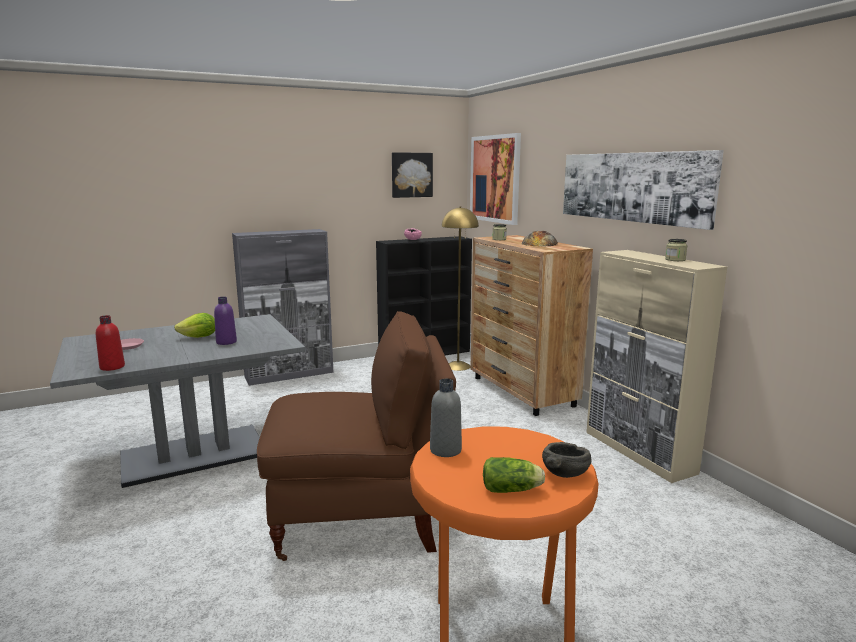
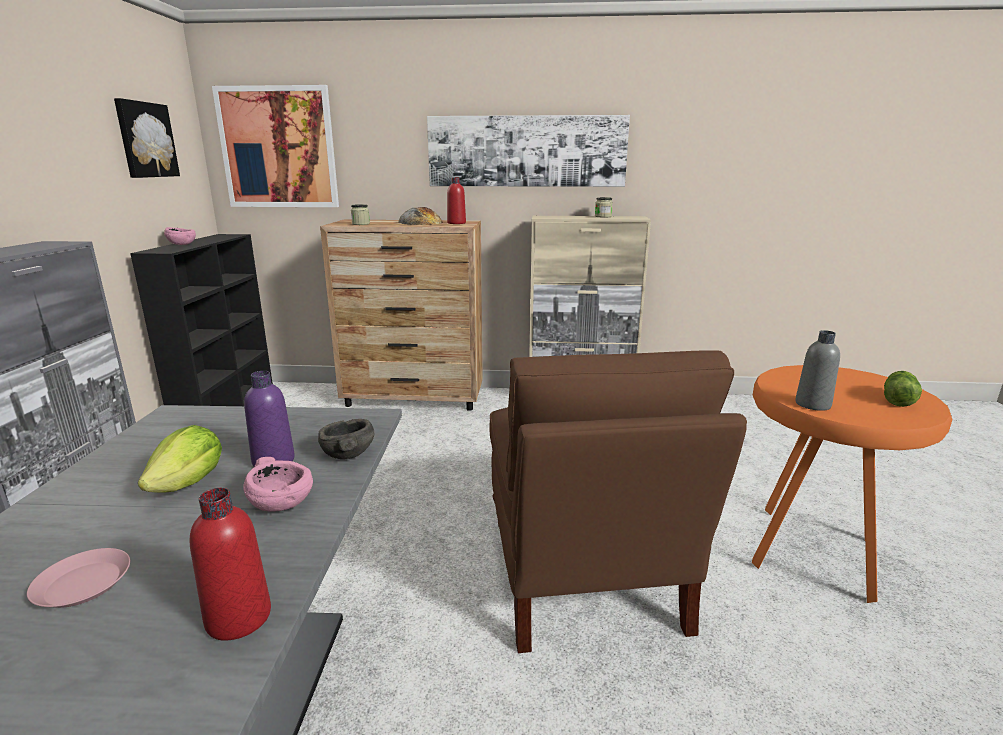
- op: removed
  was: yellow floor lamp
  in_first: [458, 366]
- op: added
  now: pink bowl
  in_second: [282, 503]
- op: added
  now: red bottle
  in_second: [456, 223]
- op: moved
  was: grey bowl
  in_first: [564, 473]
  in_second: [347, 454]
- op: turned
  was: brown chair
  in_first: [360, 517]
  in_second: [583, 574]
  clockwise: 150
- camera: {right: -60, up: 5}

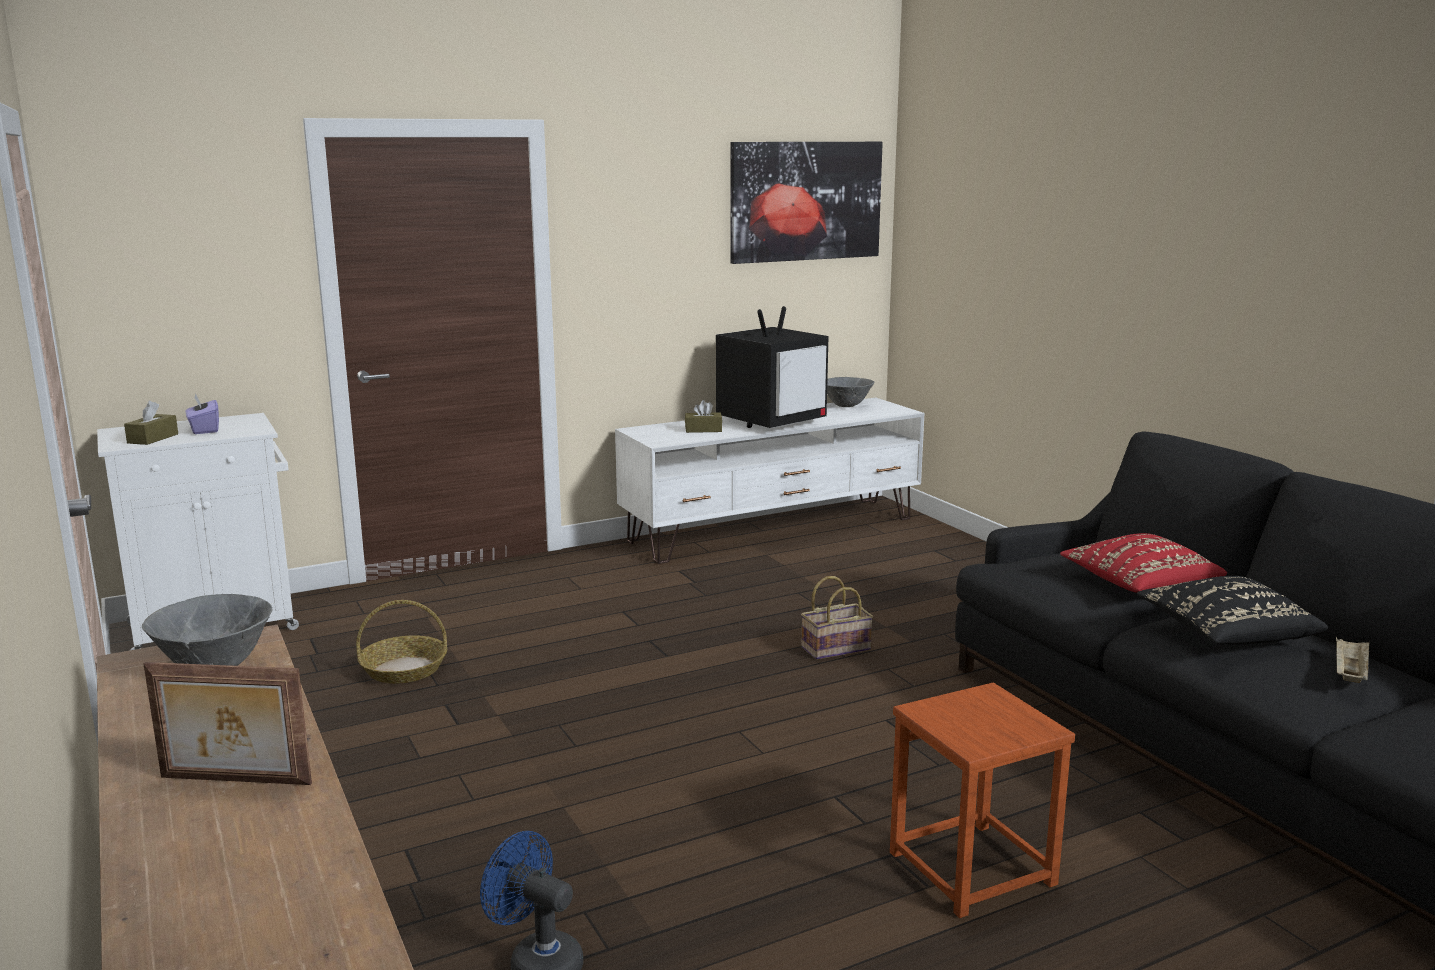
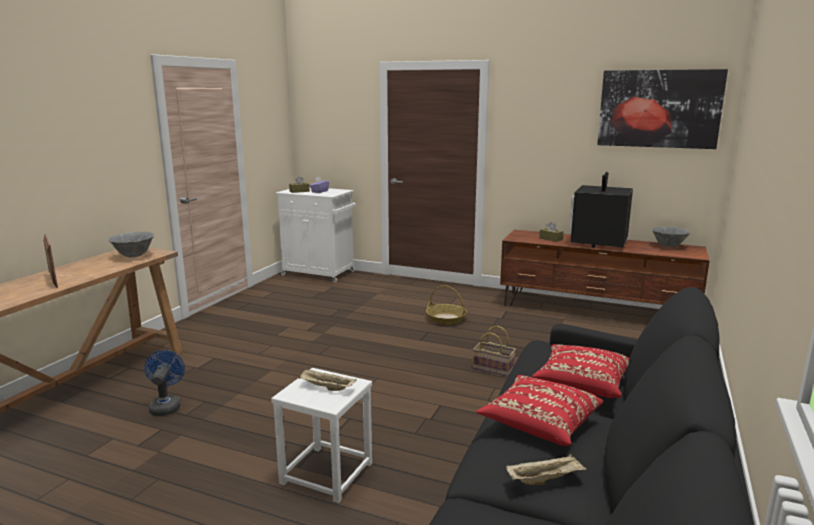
- op: added
  now: beige tray
  in_second: [326, 388]
- op: moved
  was: basket
  in_first: [404, 669]
  in_second: [446, 319]
- op: recoloured
  was: white tv stand
  now: brown tv stand
  in_first: [773, 529]
  in_second: [596, 310]
- op: recoloured
  was: brown stool
  now: white stool
  in_first: [972, 869]
  in_second: [326, 473]
- op: recoloured
  was: black pillow
  now: red pillow
  in_first: [1225, 635]
  in_second: [539, 424]
- op: turned
  was: television
  in_first: [772, 421]
  in_second: [599, 243]
  clockwise: 105
- camera: {right: 50, up: 0}

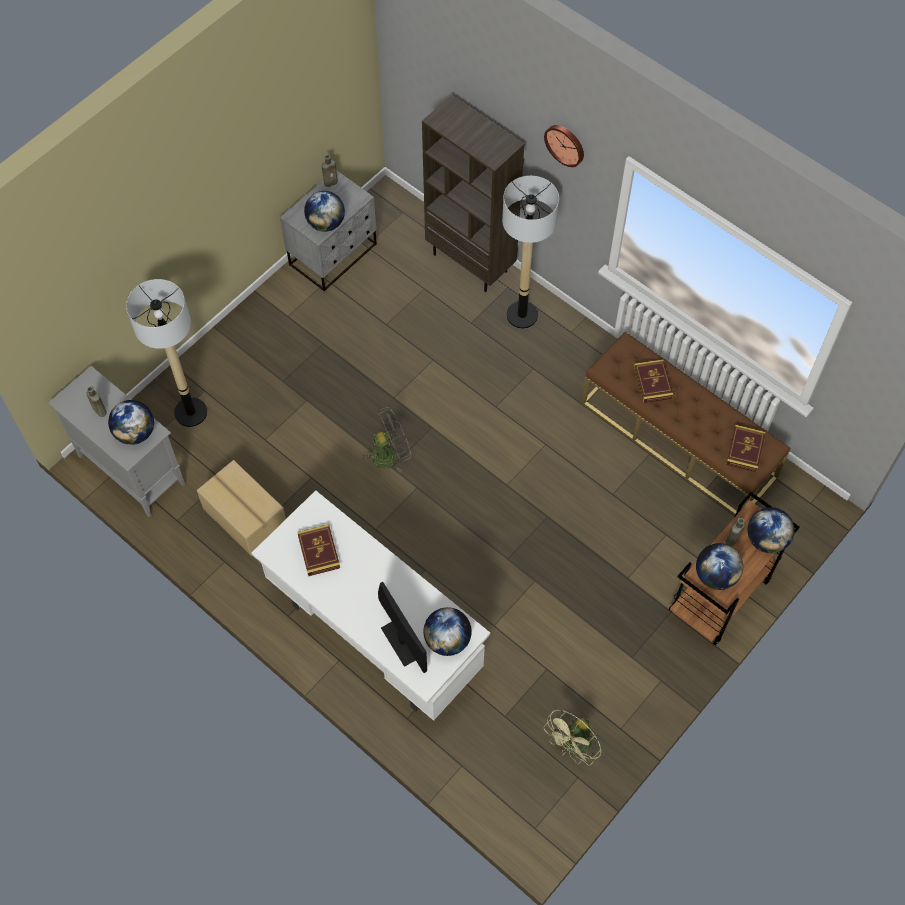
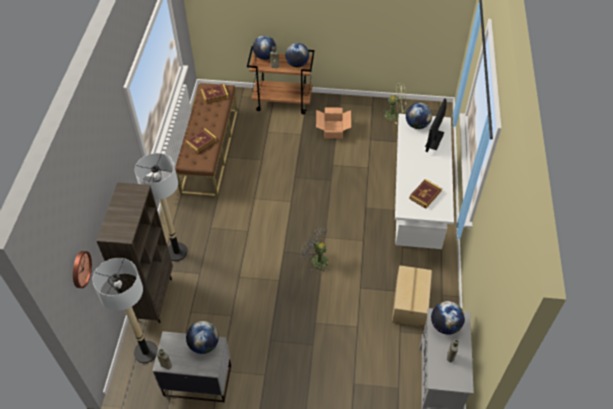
- op: added
  now: cardboard box
  in_second: [333, 129]
- op: moved
  was: floor lamp
  in_first: [191, 412]
  in_second: [145, 352]
- op: moved
  was: wall clock
  in_first: [565, 144]
  in_second: [80, 269]
- camera: {right: -125, up: -10}

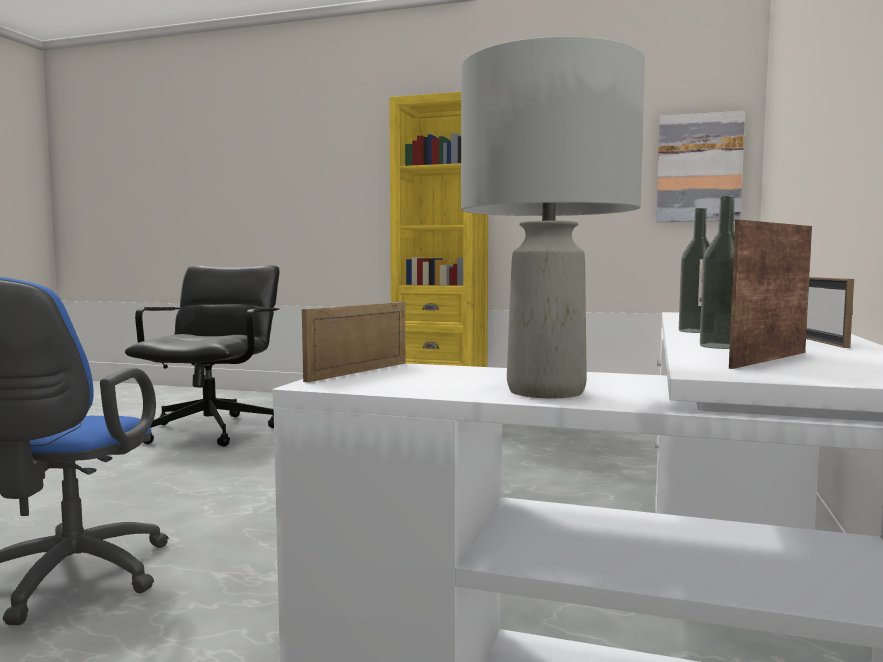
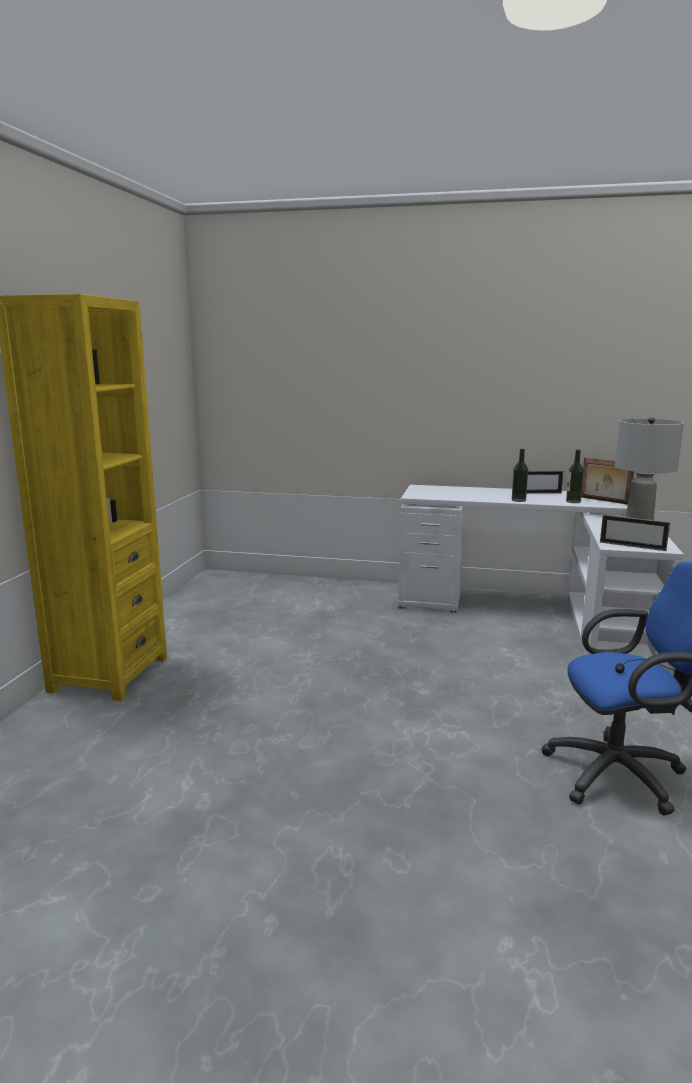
- op: removed
  was: black office chair
  in_first: [212, 431]
- op: removed
  was: picture
  in_first: [699, 168]
- camera: {right: -95, up: 10}

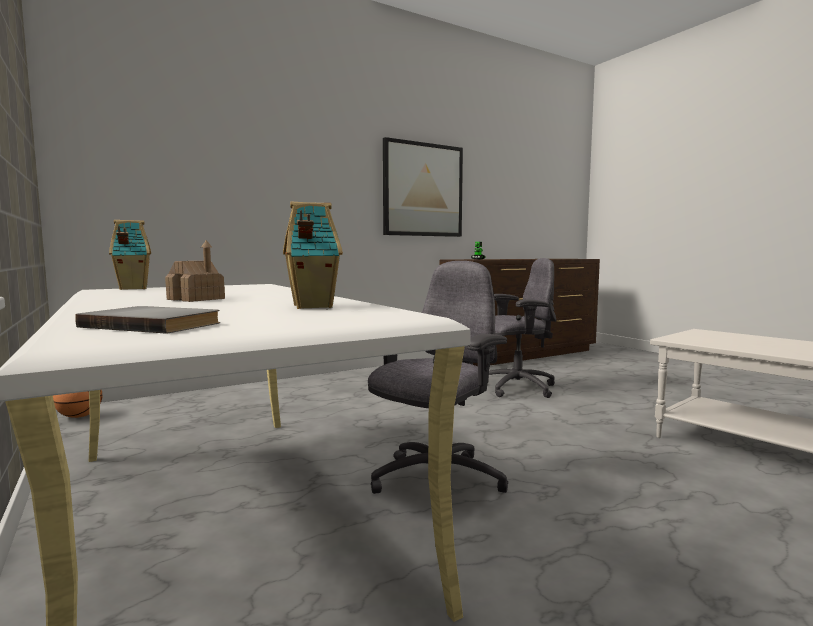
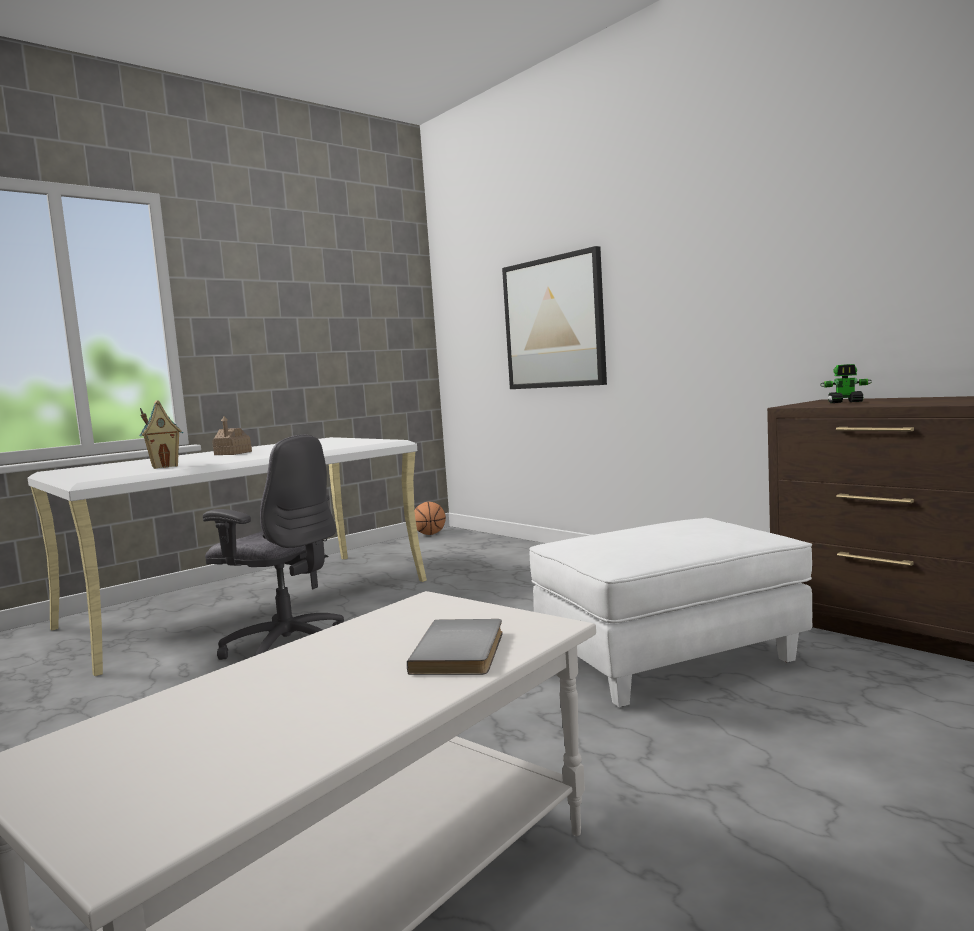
- op: removed
  was: toy house
  in_first: [132, 288]
- op: moved
  was: grey book
  in_first: [155, 324]
  in_second: [463, 651]
- op: moved
  was: picture
  in_first: [423, 190]
  in_second: [554, 323]
- op: replaced
  was: grey office chair
  now: white ottoman
  in_first: [516, 388]
  in_second: [669, 661]
- camera: {right: 80, up: 0}

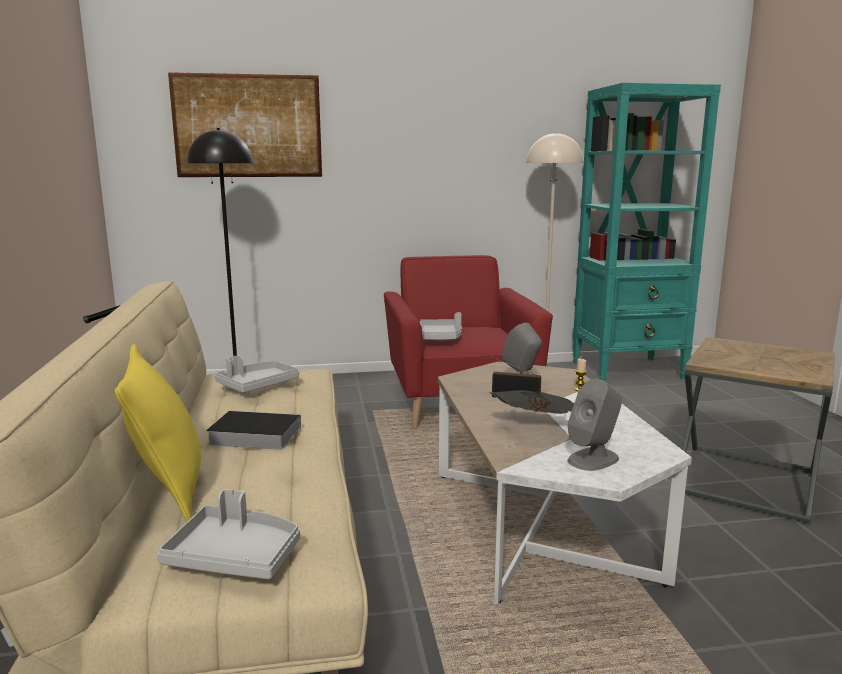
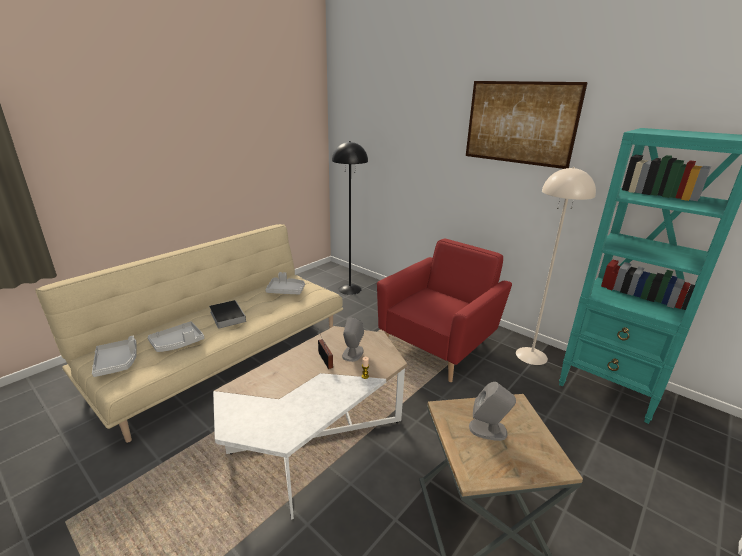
- op: removed
  was: yellow pillow
  in_first: [169, 489]
- op: removed
  was: newspaper
  in_first: [537, 427]
- op: moved
  was: picture
  in_first: [248, 126]
  in_second: [519, 123]
- op: moved
  was: grey tray
  in_first: [441, 337]
  in_second: [178, 343]
- op: moved
  was: grey speaker
  in_first: [593, 459]
  in_second: [488, 429]
- camera: {right: 50, up: 10}

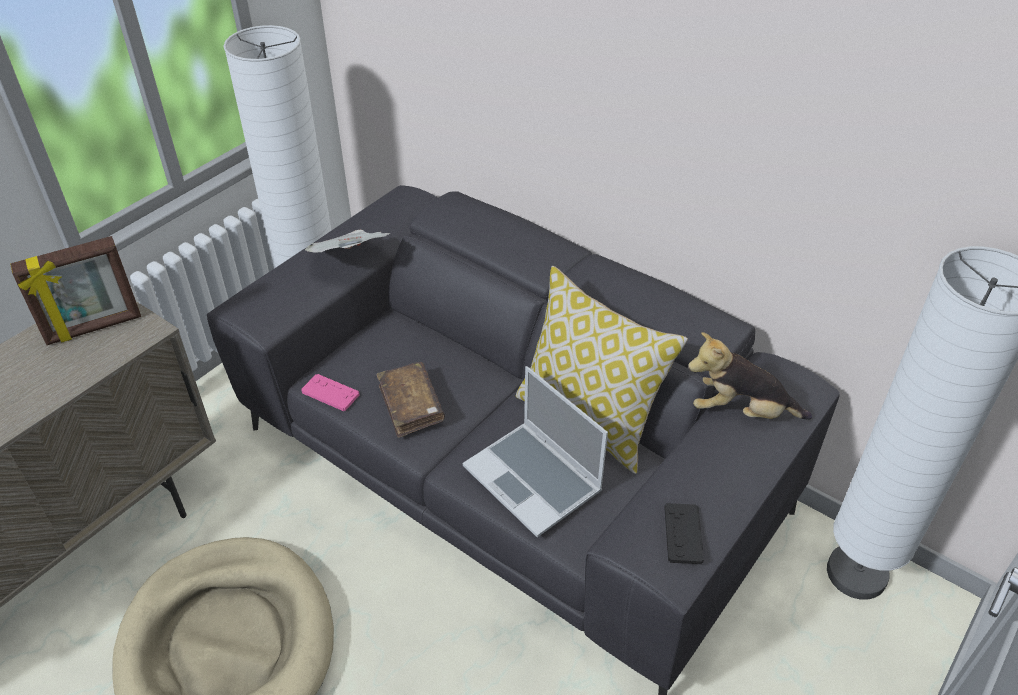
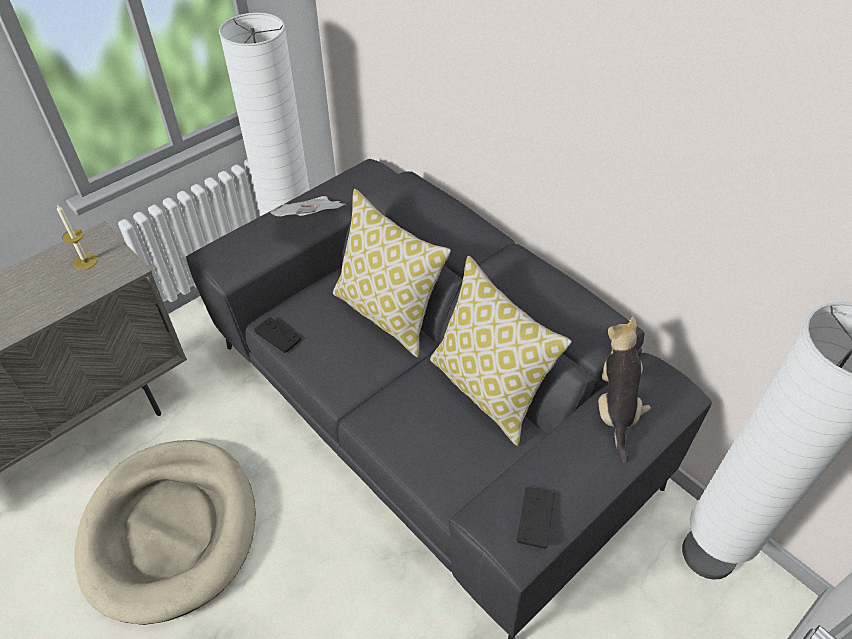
- op: removed
  was: brown book
  in_first: [411, 405]
- op: removed
  was: laptop
  in_first: [534, 480]
- op: added
  now: pillow
  in_second: [388, 313]
- op: replaced
  was: picture frame
  now: candle
  in_first: [94, 328]
  in_second: [85, 262]
- op: recoloured
  was: pink game controller
  now: black game controller
  in_first: [330, 393]
  in_second: [277, 335]
- op: turned
  was: plush toy
  in_first: [740, 411]
  in_second: [615, 408]
  clockwise: 75
- camera: {right: 10, up: 5}

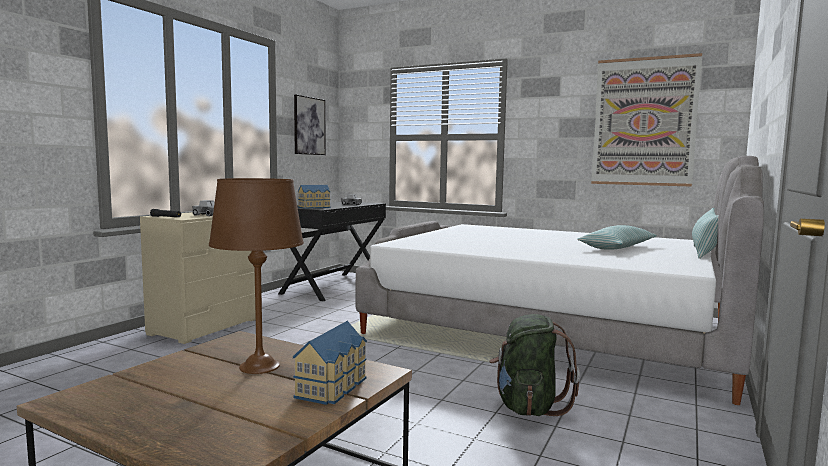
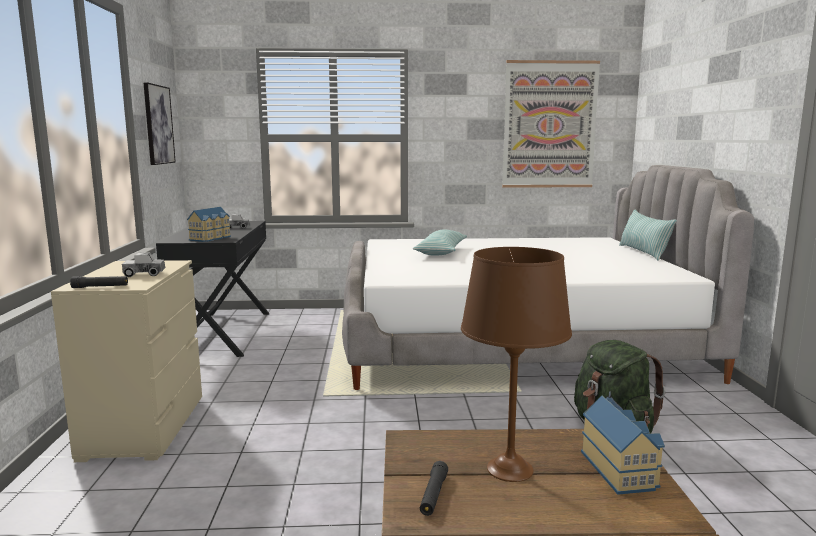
- op: added
  now: black flashlight
  in_second: [433, 495]
- op: moved
  was: pillow
  in_first: [617, 248]
  in_second: [441, 252]
- camera: {right: -30, up: 5}

